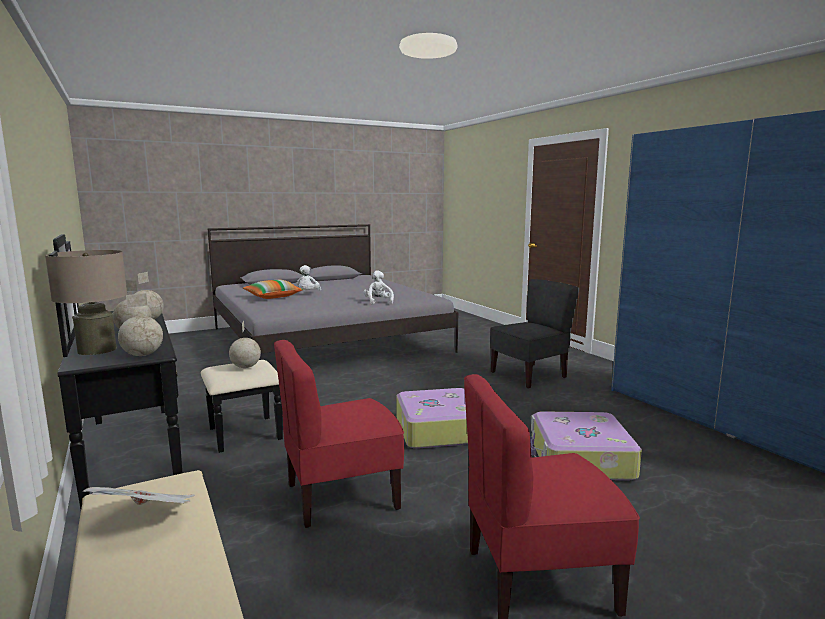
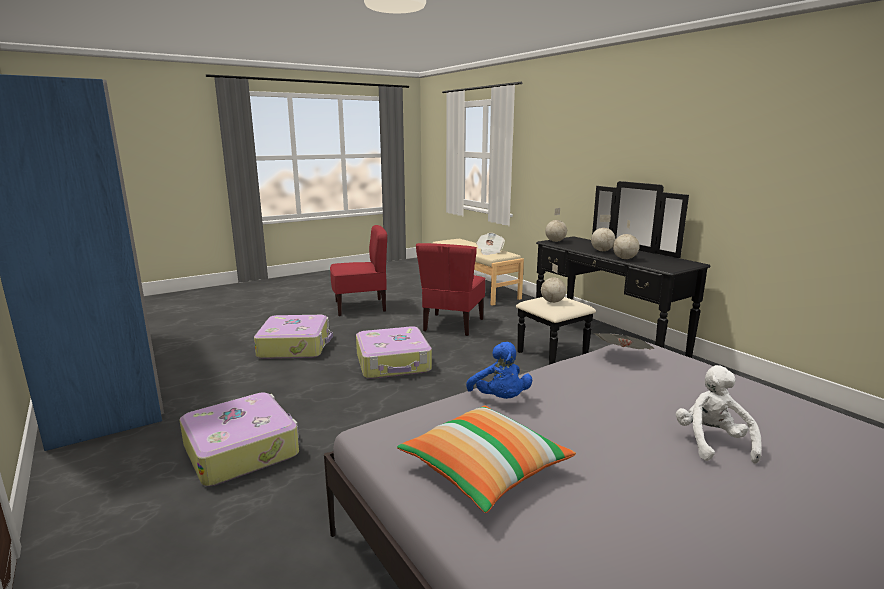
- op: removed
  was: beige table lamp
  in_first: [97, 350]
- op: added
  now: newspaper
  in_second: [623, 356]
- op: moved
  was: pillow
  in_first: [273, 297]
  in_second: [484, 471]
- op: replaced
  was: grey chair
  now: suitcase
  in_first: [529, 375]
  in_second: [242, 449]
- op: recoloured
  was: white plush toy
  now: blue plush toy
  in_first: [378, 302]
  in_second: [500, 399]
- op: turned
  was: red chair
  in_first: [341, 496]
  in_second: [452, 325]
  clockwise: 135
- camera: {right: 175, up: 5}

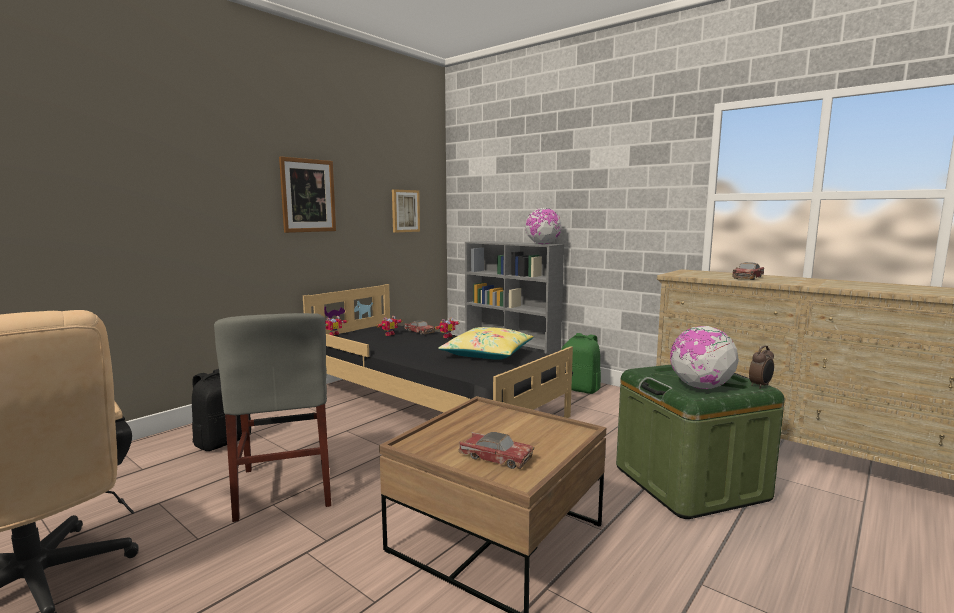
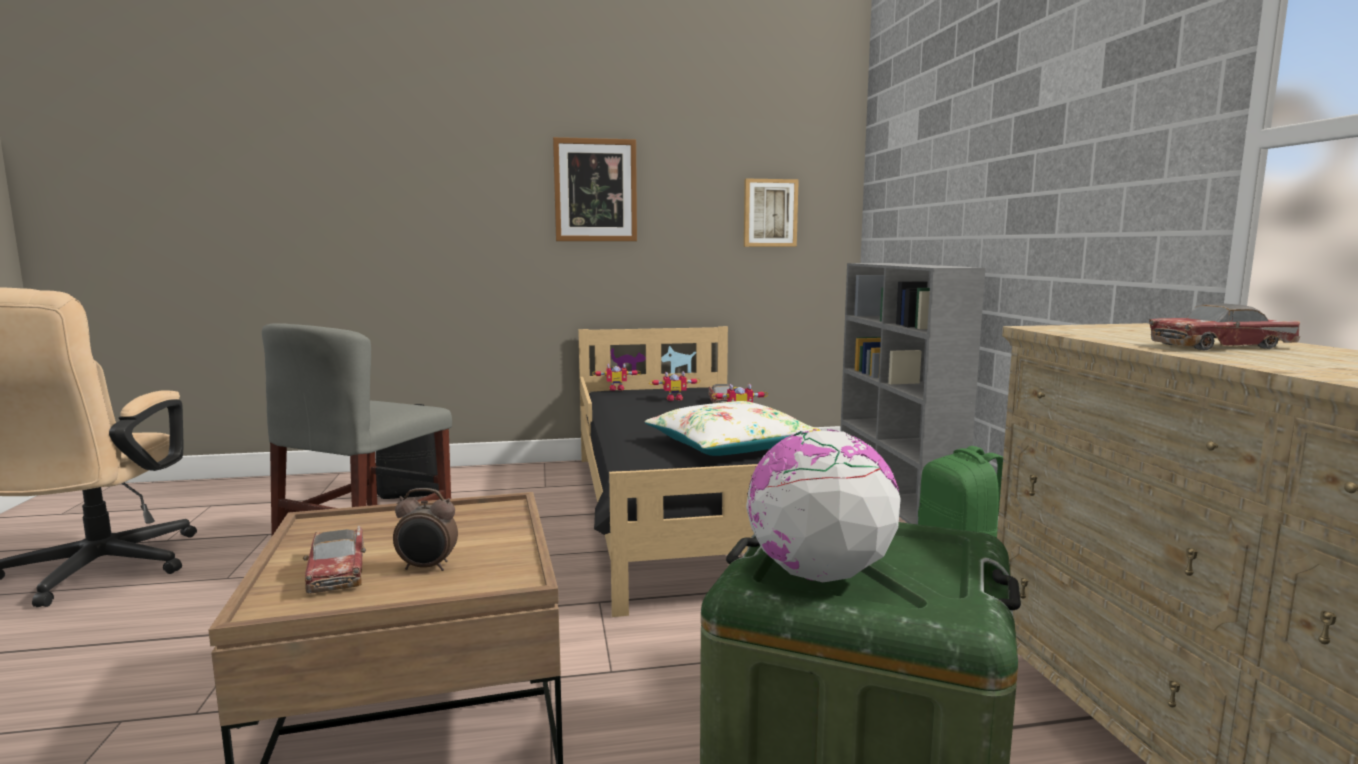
- op: removed
  was: globe
  in_first: [542, 244]
- op: moved
  was: alarm clock
  in_first: [760, 386]
  in_second: [427, 568]
- op: recoloured
  was: yellow pillow
  now: white pillow
  in_first: [487, 354]
  in_second: [729, 446]
- camera: {right: 40, up: 0}

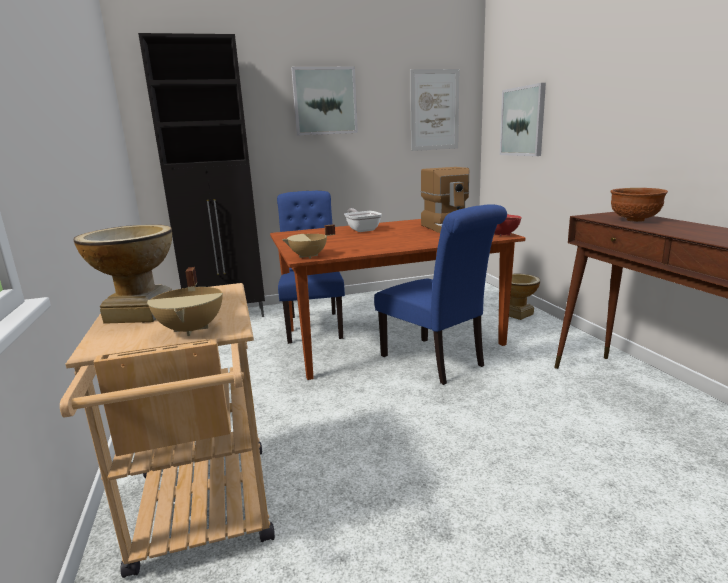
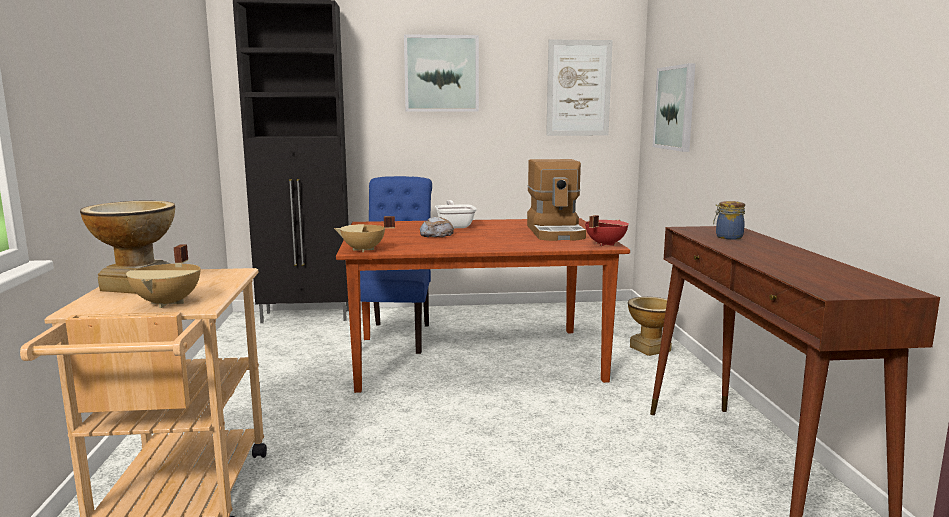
- op: removed
  was: blue chair
  in_first: [437, 362]
- op: added
  now: bread
  in_second: [436, 234]
- op: replaced
  was: brown bowl
  now: jar
  in_first: [634, 220]
  in_second: [727, 237]
- camera: {right: 10, up: -5}

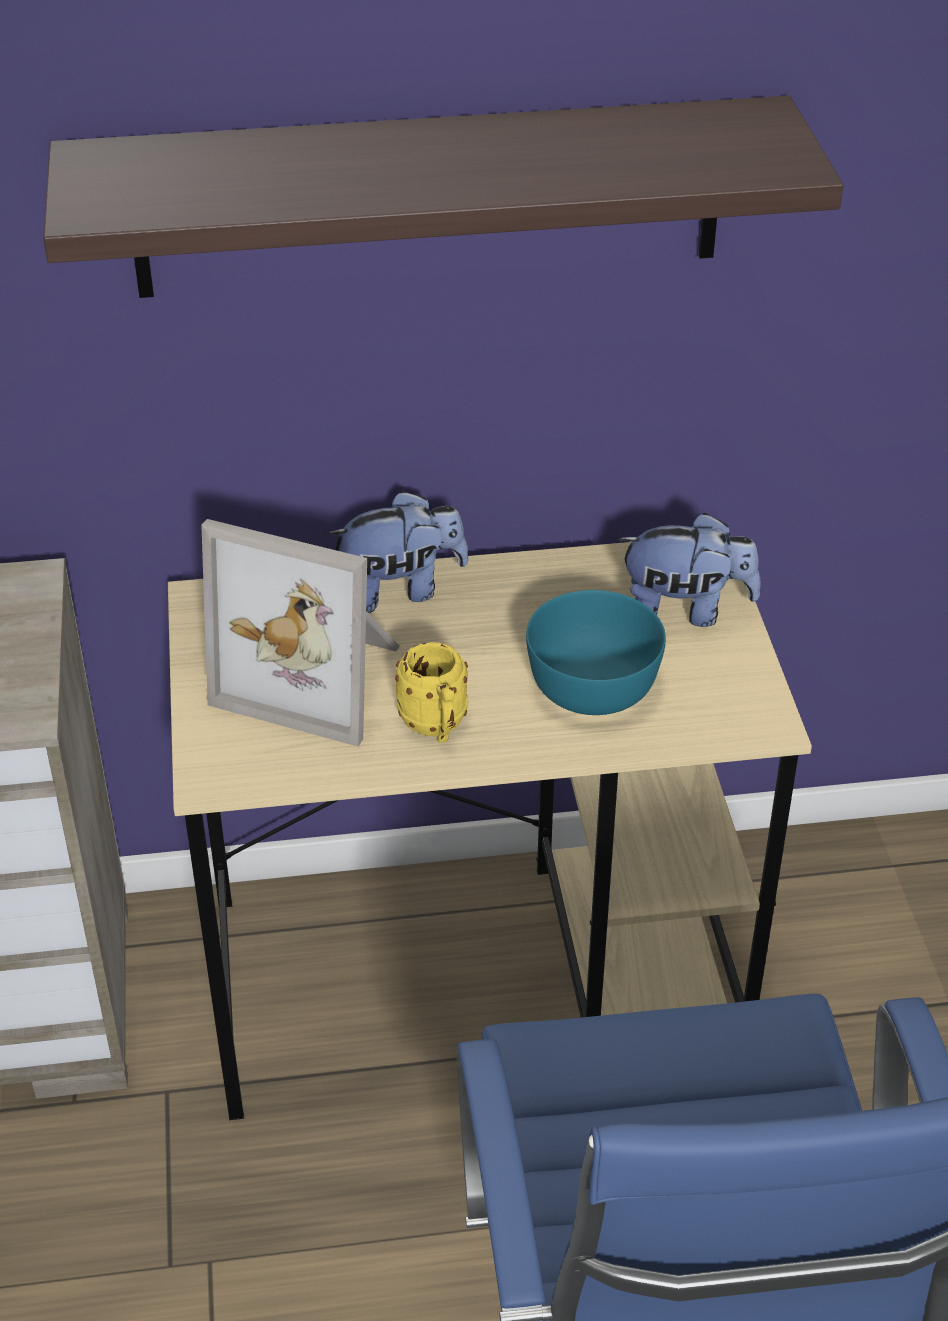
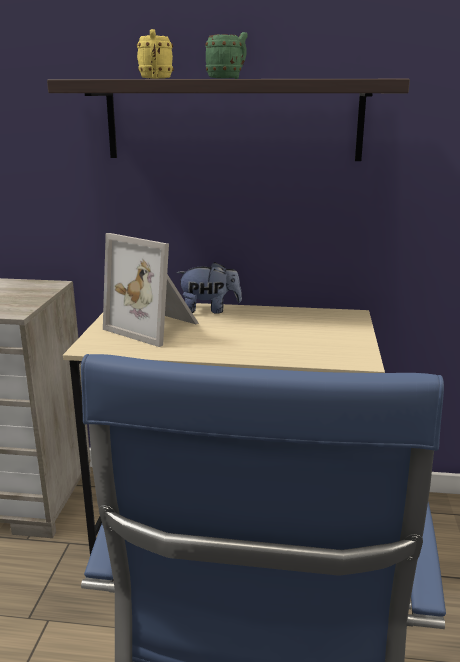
- op: removed
  was: turquoise bowl
  in_first: [590, 685]
- op: removed
  was: plush toy
  in_first: [685, 611]
- op: added
  now: green mug
  in_second: [228, 78]
- op: moved
  was: yellow mug
  in_first: [436, 727]
  in_second: [155, 78]
- camera: {right: 15, up: -20}

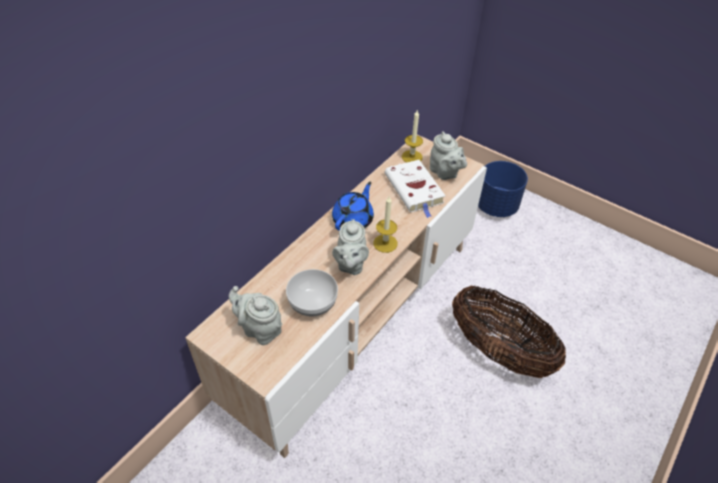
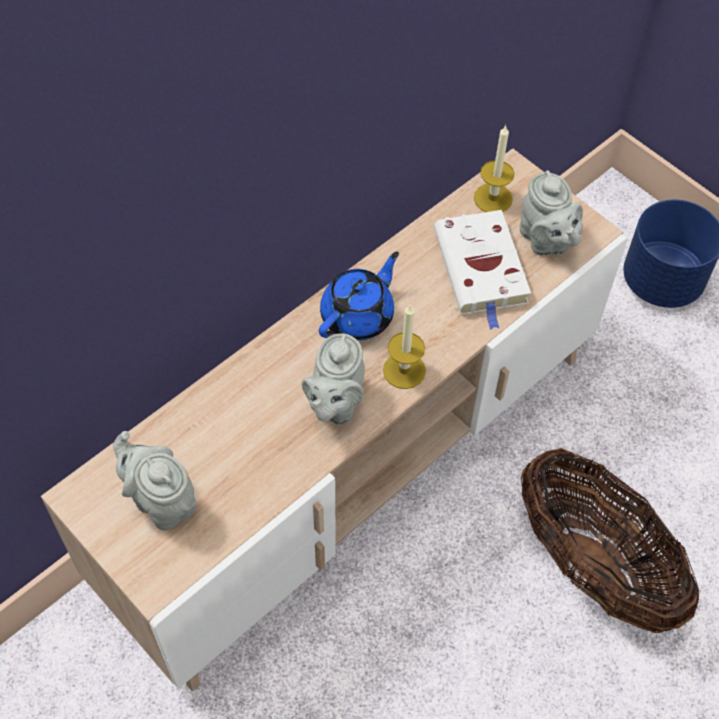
- op: removed
  was: bowl
  in_first: [313, 303]
- camera: {right: 10, up: 10}

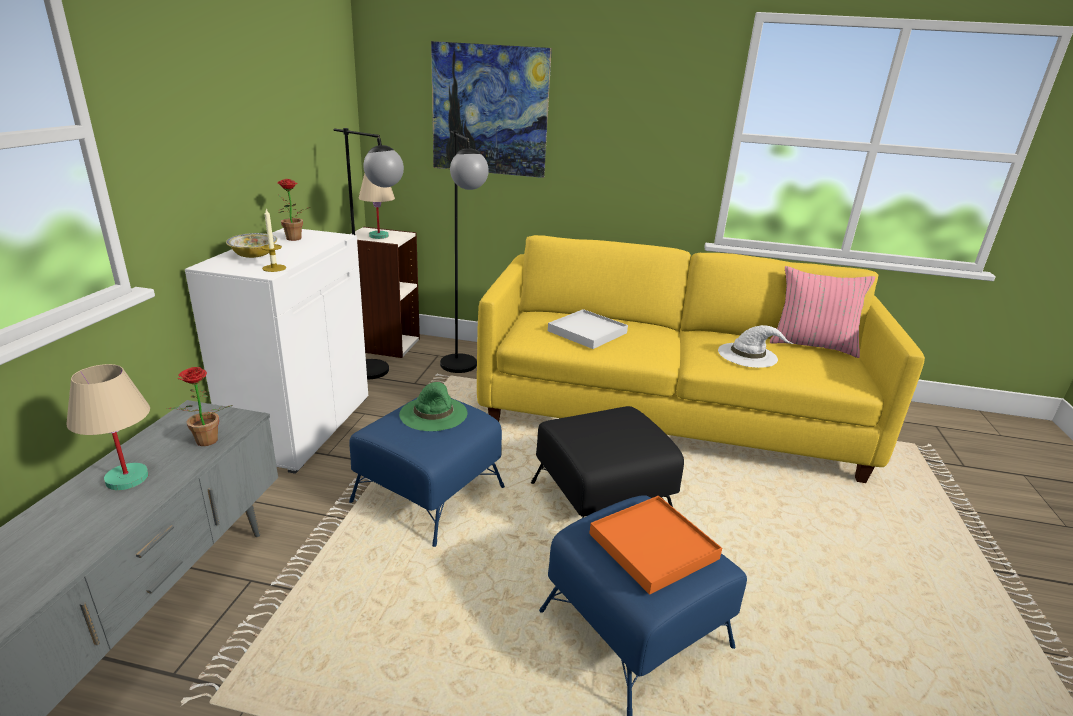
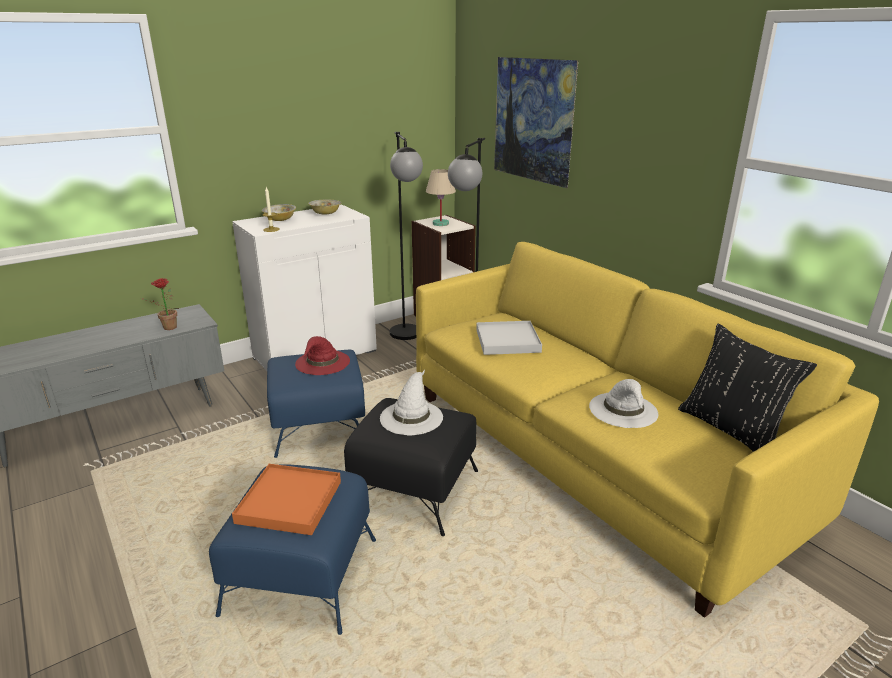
- op: removed
  was: beige table lamp
  in_first: [128, 478]
- op: added
  now: white hat
  in_second: [411, 417]
- op: replaced
  was: potted plant
  now: bowl
  in_first: [294, 239]
  in_second: [325, 213]
- op: recoloured
  was: green hat
  now: red hat
  in_first: [434, 414]
  in_second: [322, 362]
- op: recoloured
  was: pink pillow
  now: black pillow
  in_first: [812, 345]
  in_second: [731, 430]
- camera: {right: 45, up: 0}

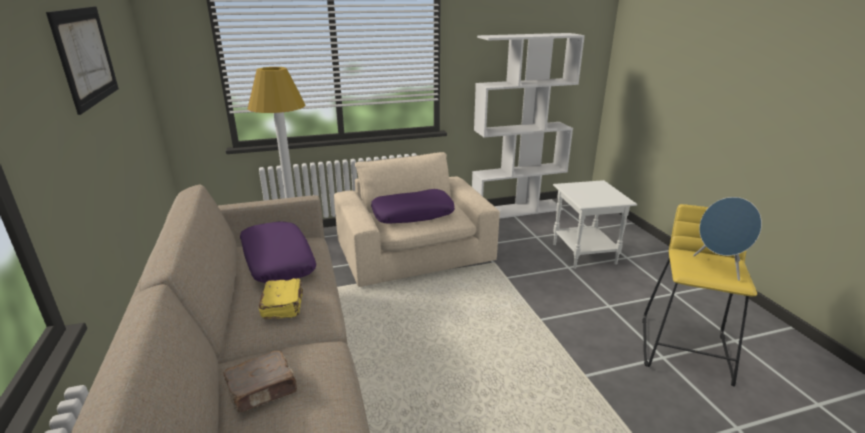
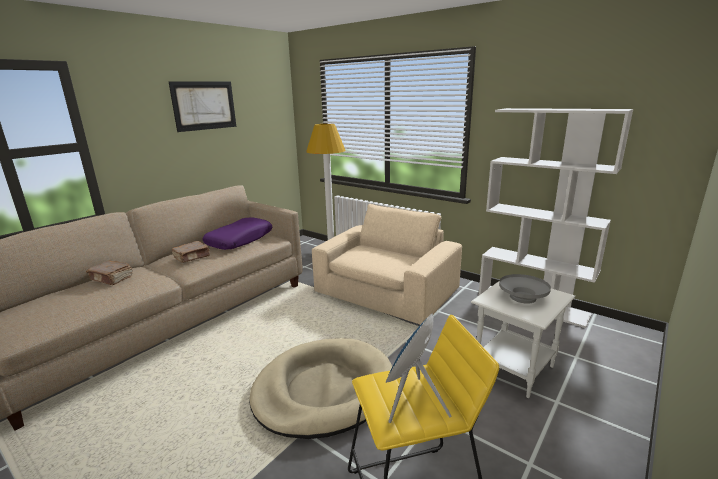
- op: removed
  was: purple pillow
  in_first: [413, 214]
- op: added
  now: beige dog bed
  in_second: [324, 390]
- op: added
  now: grey bowl
  in_second: [522, 297]
- op: recoloured
  was: yellow book
  now: brown book
  in_first: [283, 306]
  in_second: [192, 257]
- camera: {right: 55, up: -5}

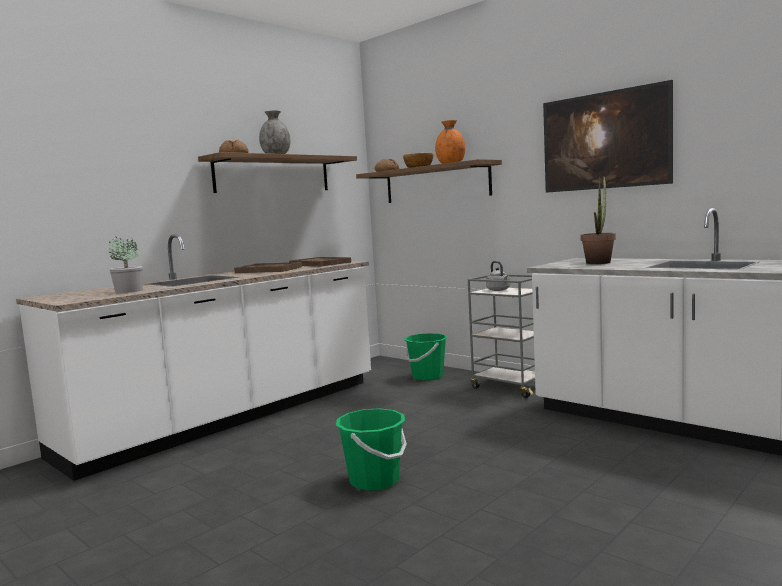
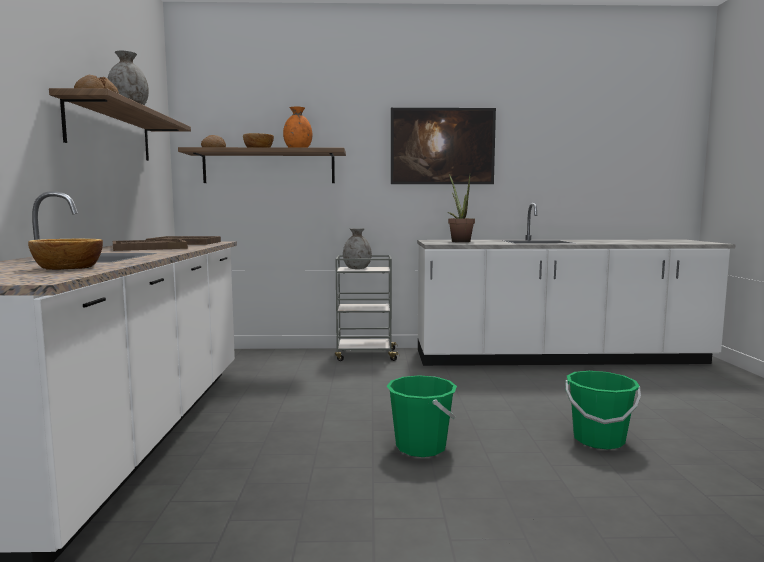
- op: moved
  was: green bucket
  in_first: [427, 376]
  in_second: [598, 440]
- op: replaced
  was: potted plant
  now: bowl
  in_first: [128, 291]
  in_second: [67, 268]
- op: replaced
  was: grey kettle
  now: grey vase
  in_first: [499, 290]
  in_second: [357, 268]
- camera: {right: -45, up: 0}

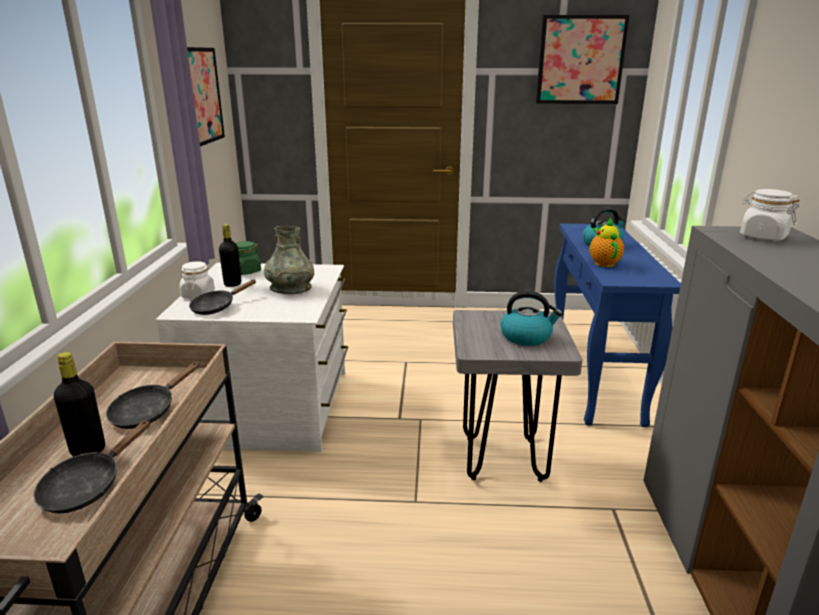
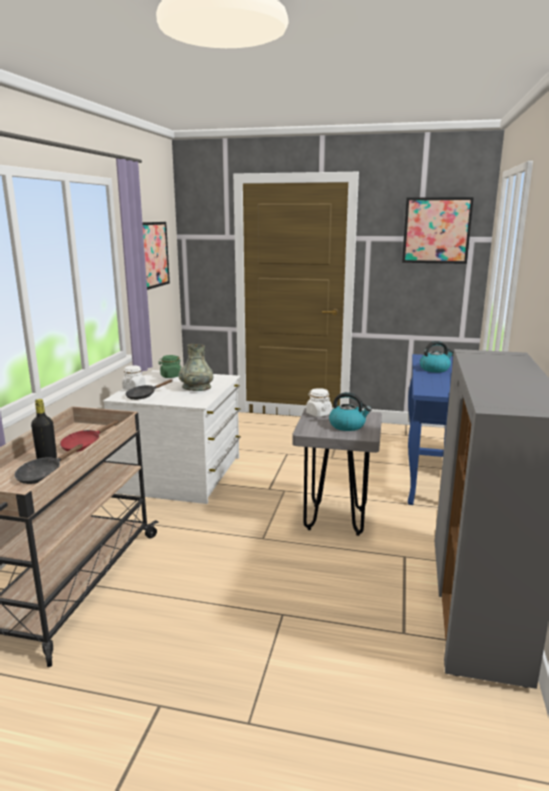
- op: removed
  was: black bottle
  in_first: [232, 284]
- op: removed
  was: teapot
  in_first: [603, 263]
- op: moved
  was: white jar
  in_first: [762, 237]
  in_second: [318, 414]
- op: recoloured
  was: black frying pan
  now: red frying pan
  in_first: [148, 411]
  in_second: [84, 445]
- camera: {right: 10, up: -5}

